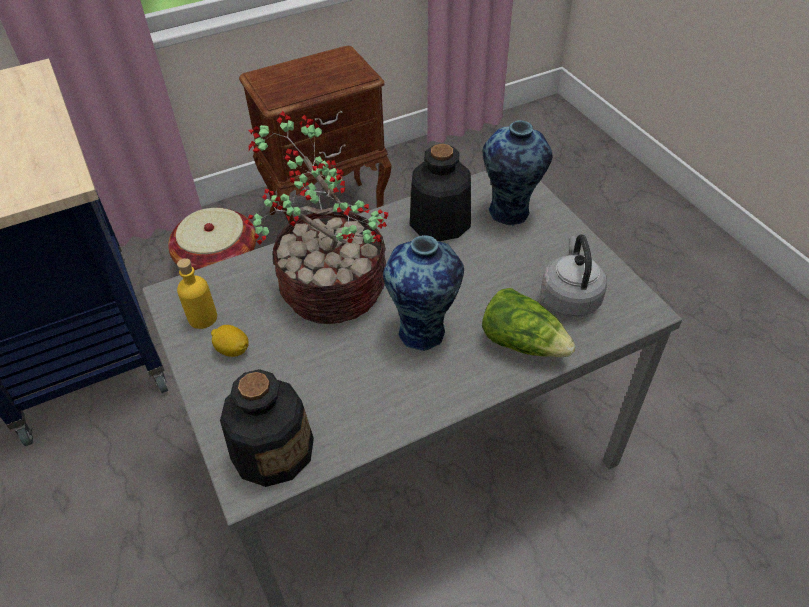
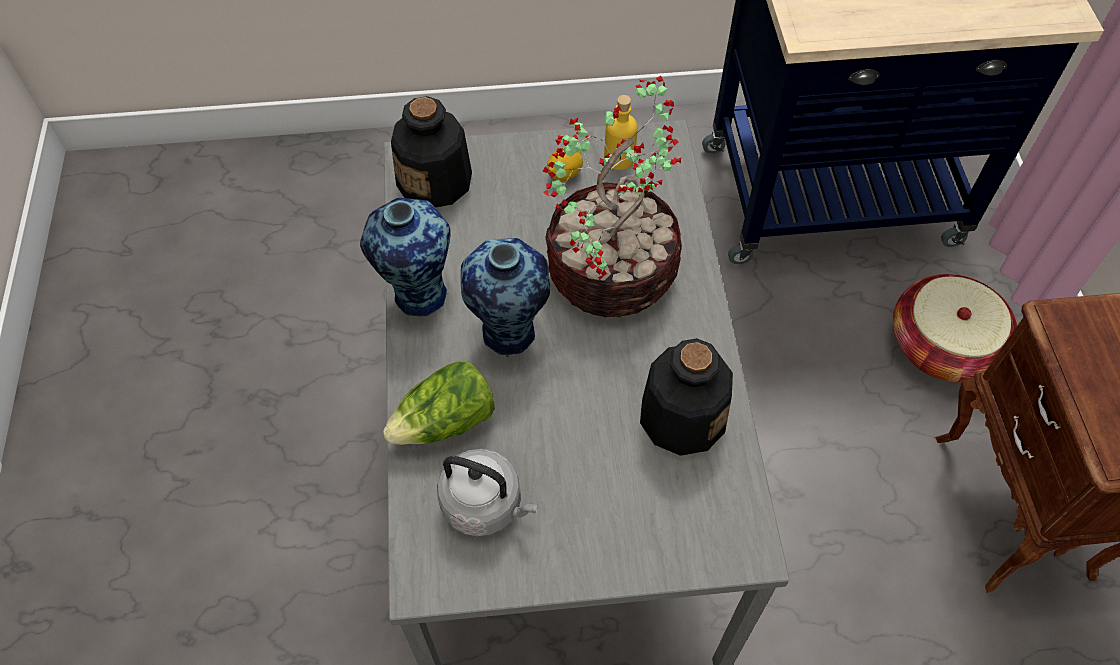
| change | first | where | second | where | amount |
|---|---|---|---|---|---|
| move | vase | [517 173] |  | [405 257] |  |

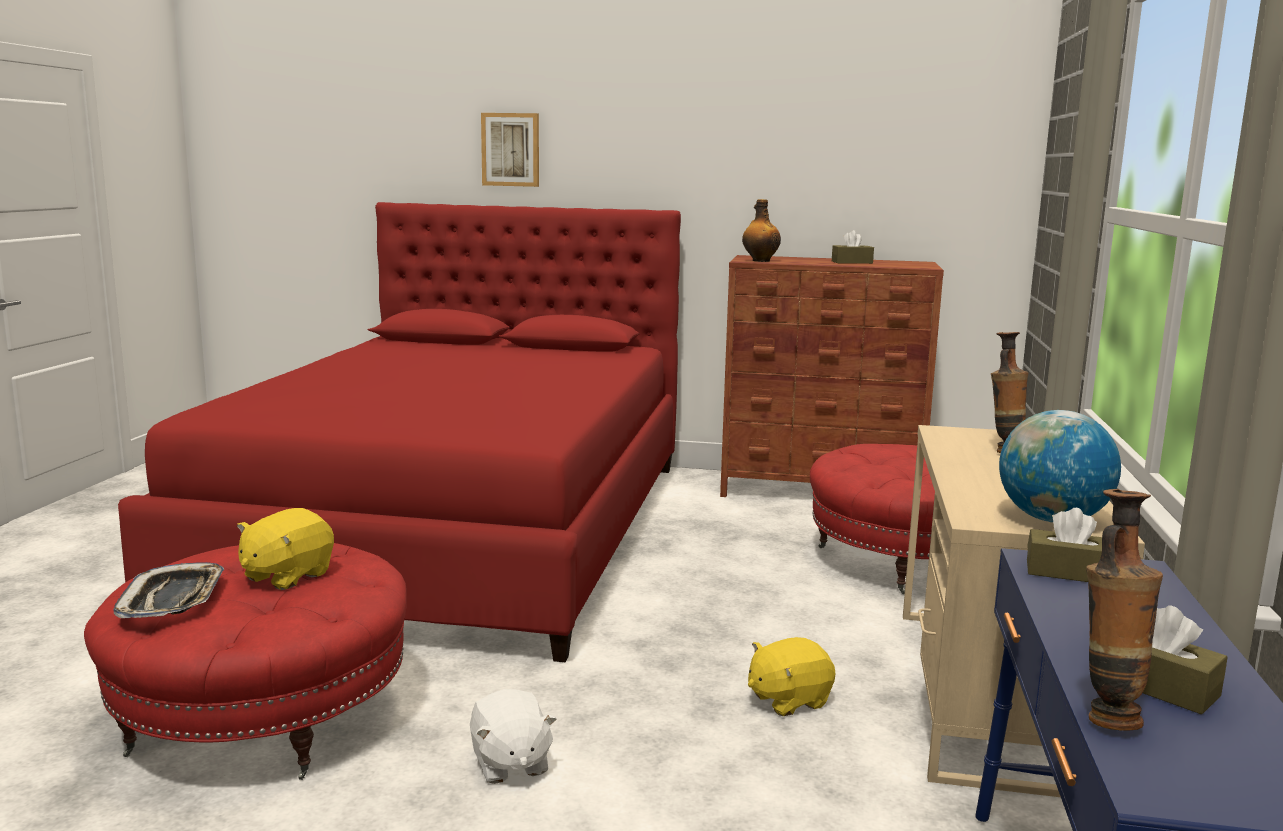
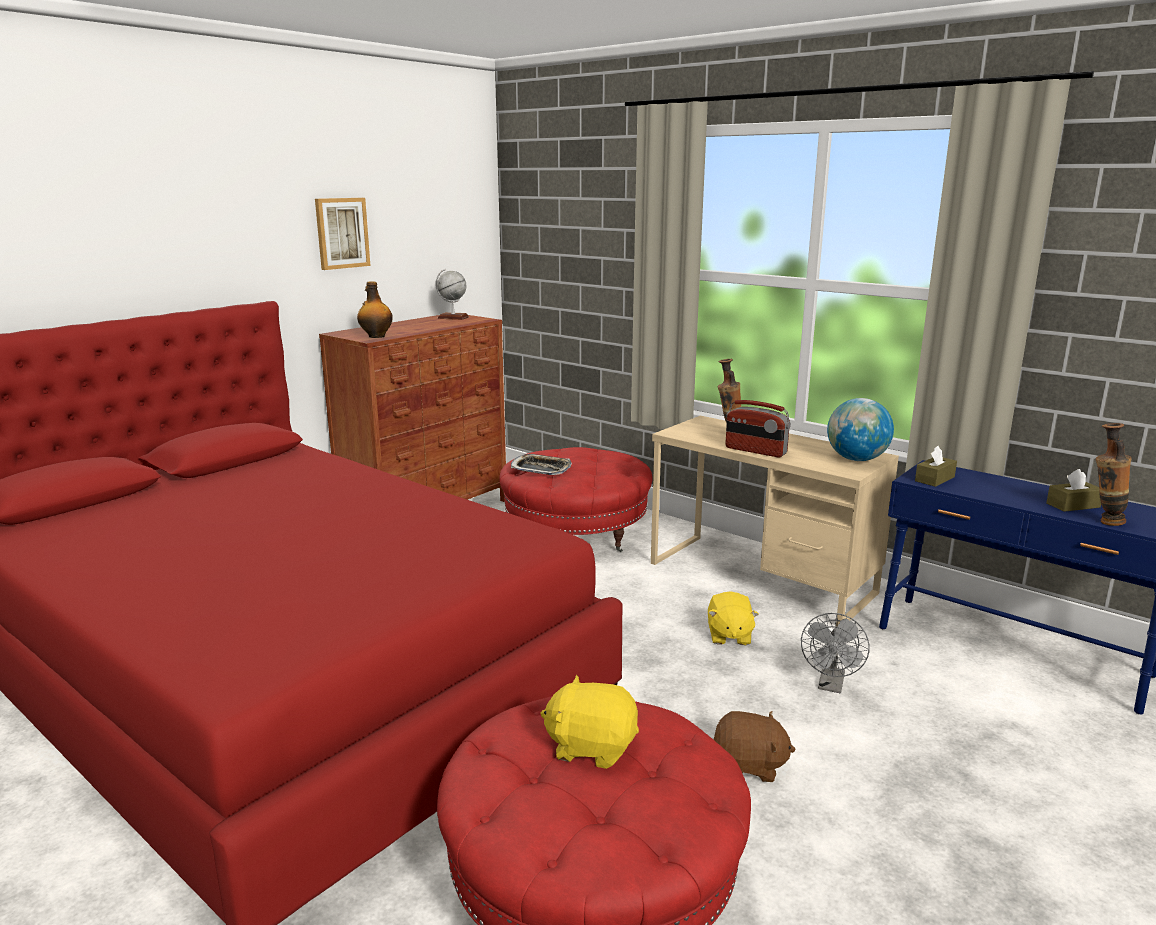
| change | first | where | second | where | amount |
|---|---|---|---|---|---|
| move | wall art | [510 150] |  | [343 234] |  |
| insert |  |  | world globe | [452 294] |  |
| move | tray | [169 590] |  | [541 464] |  |
| rotate | yellowish soft toy | [285 549] |  | [589 722] | 135 degrees clockwise |
| recolor | white soft toy | [513 736] | brown soft toy | [754 746] |  |
| insert |  |  | radio set | [758 428] |  |
| insert |  |  | grey cooling fan | [835 653] |  |
| delete | brown tissue box | [853 247] |  |  |  |

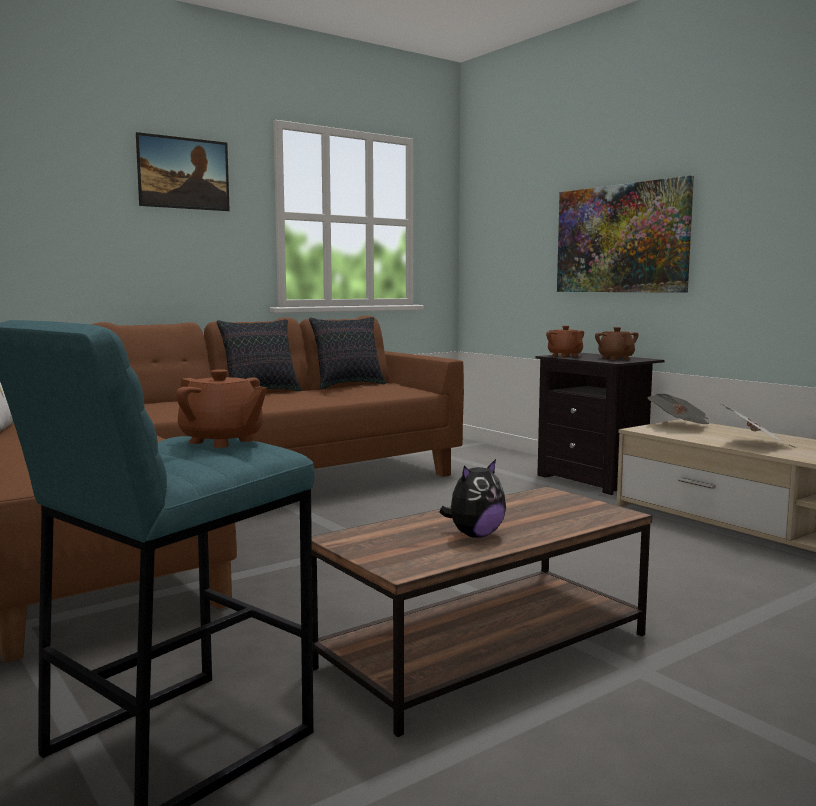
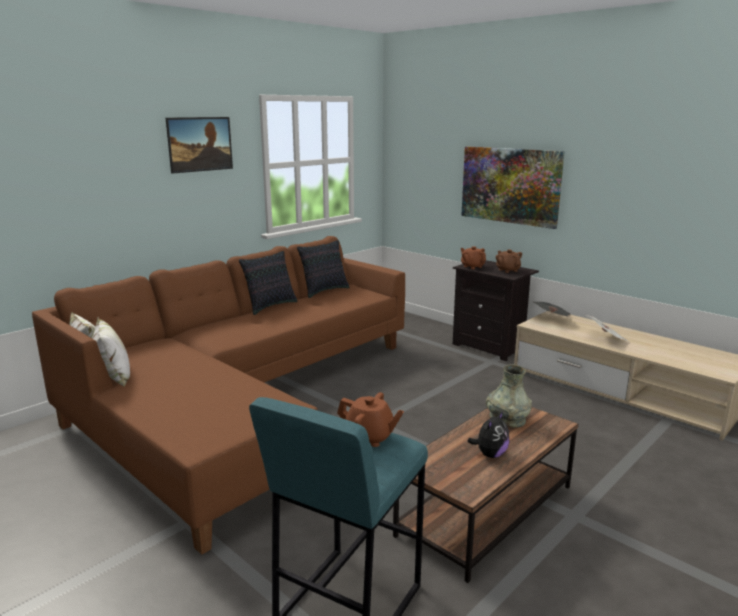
| change | first | where | second | where | amount |
|---|---|---|---|---|---|
| insert |  |  | grey vase | [509 396] |  |

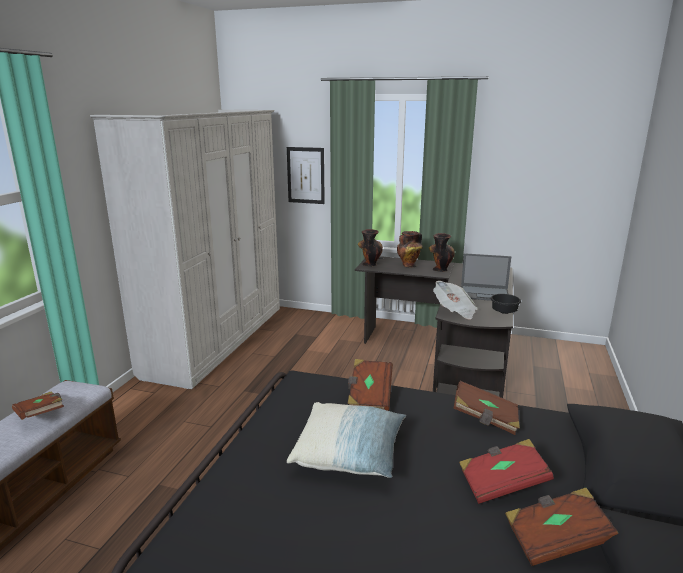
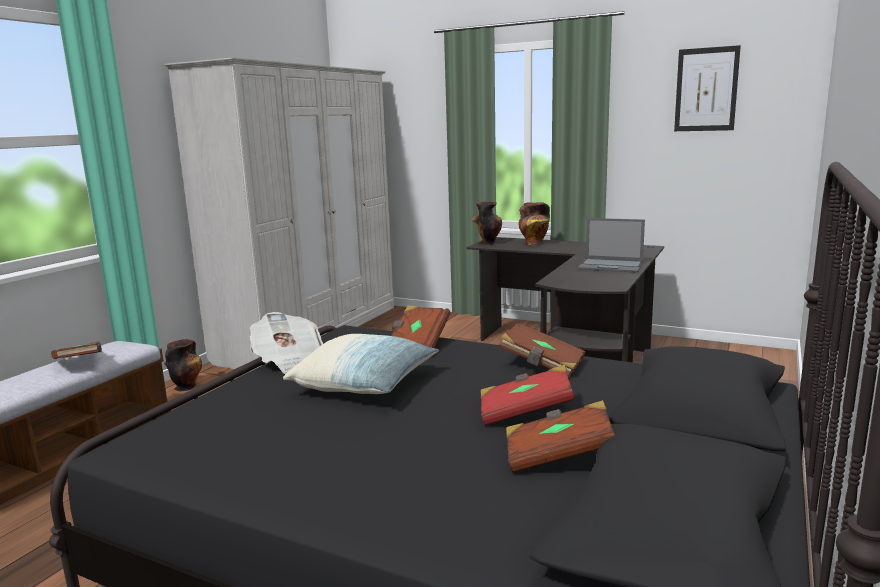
| change | first | where | second | where | amount |
|---|---|---|---|---|---|
| move | vase | [442 252] |  | [183 365] |  |
| move | daily paper | [455 300] |  | [286 343] |  |
| move | wall art | [306 175] |  | [707 88] |  |
| delete | black-coloured deep dish | [505 304] |  |  |  |

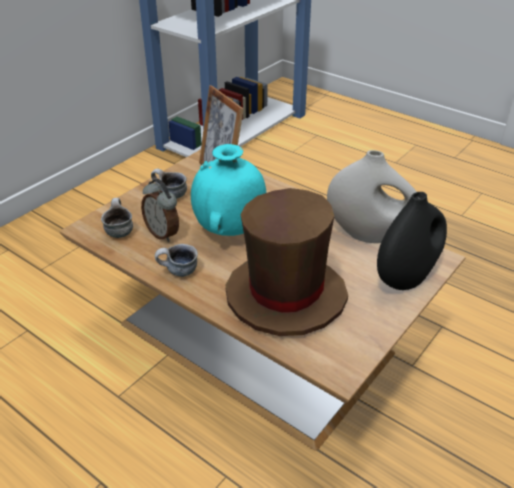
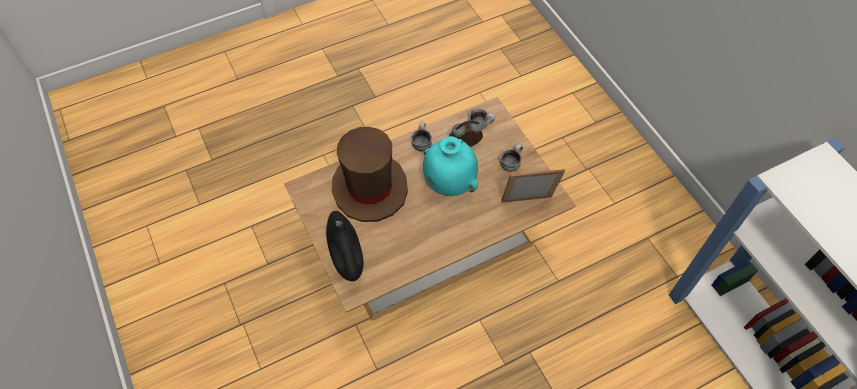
| change | first | where | second | where | amount |
|---|---|---|---|---|---|
| delete | white vase | [372 196] |  |  |  |

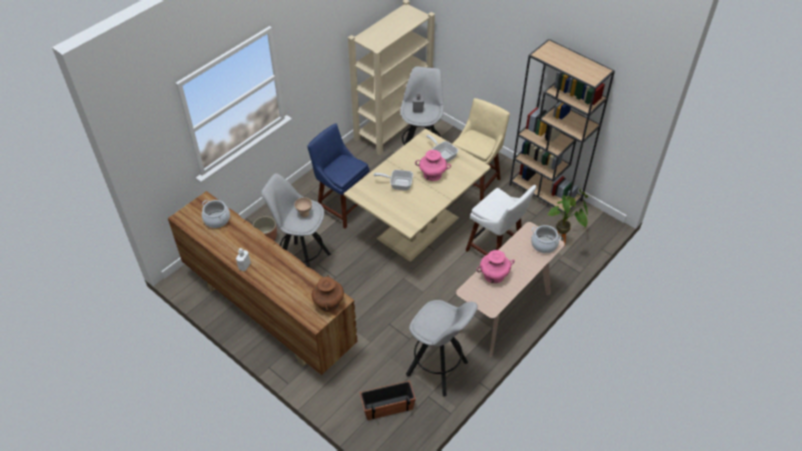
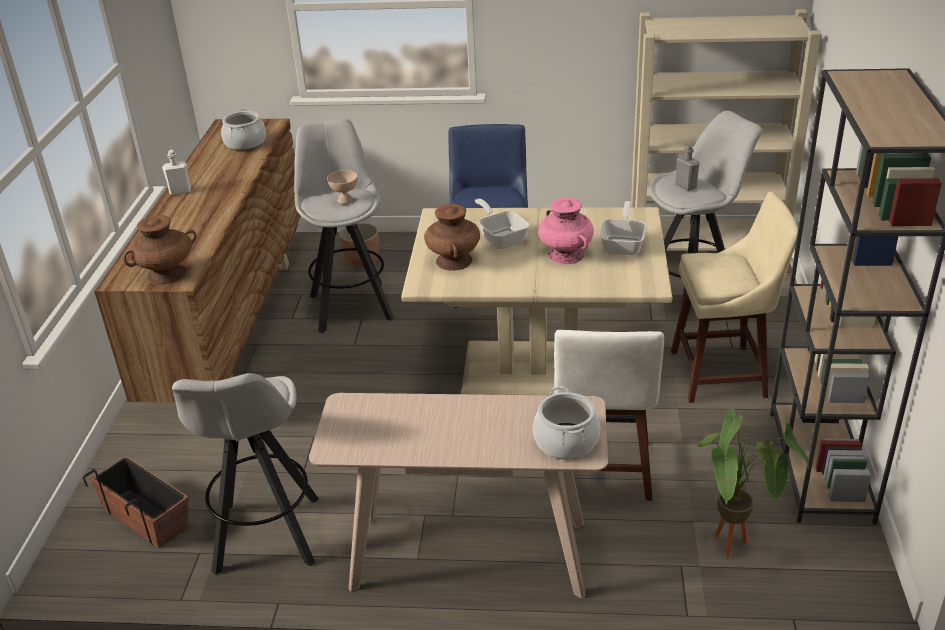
| change | first | where | second | where | amount |
|---|---|---|---|---|---|
| insert |  |  | brown vase | [452 237] |  |
| delete | pink-coloured vase | [496 266] |  |  |  |

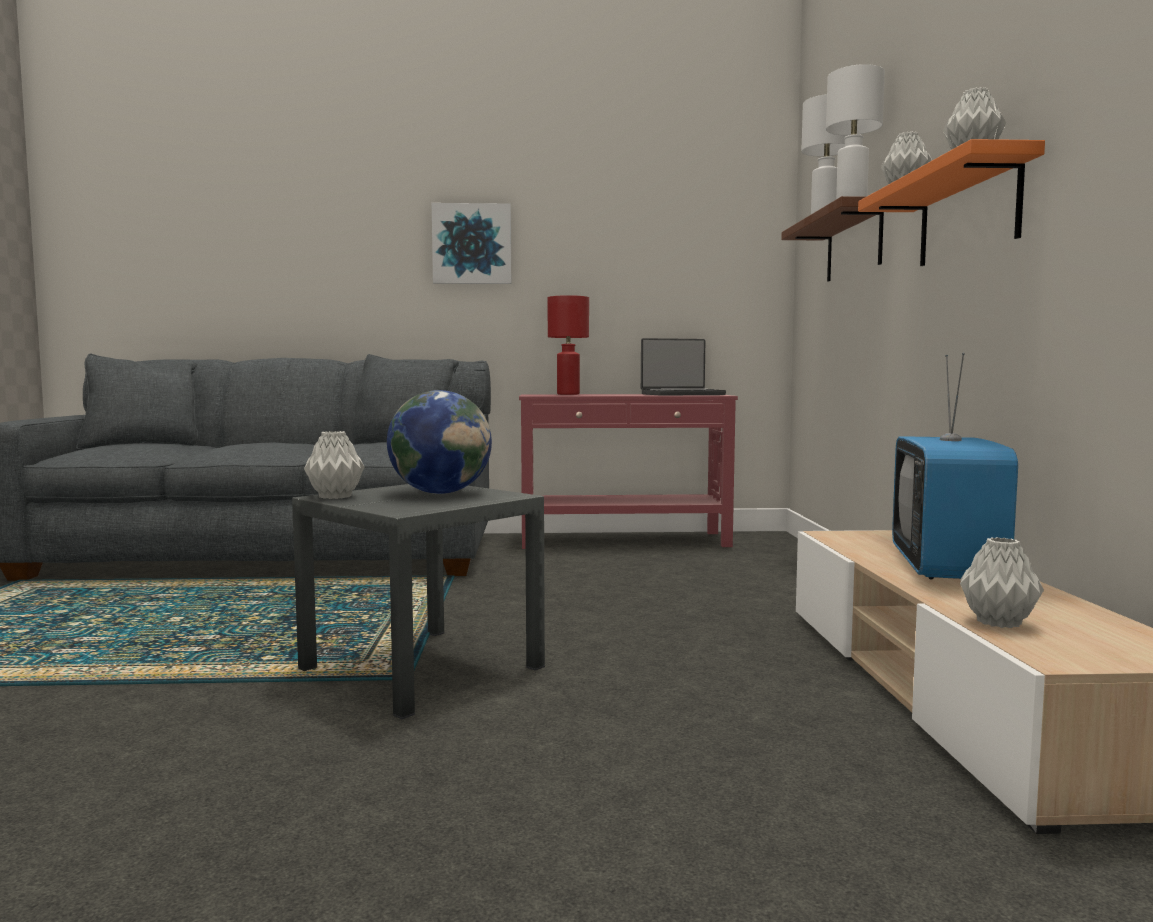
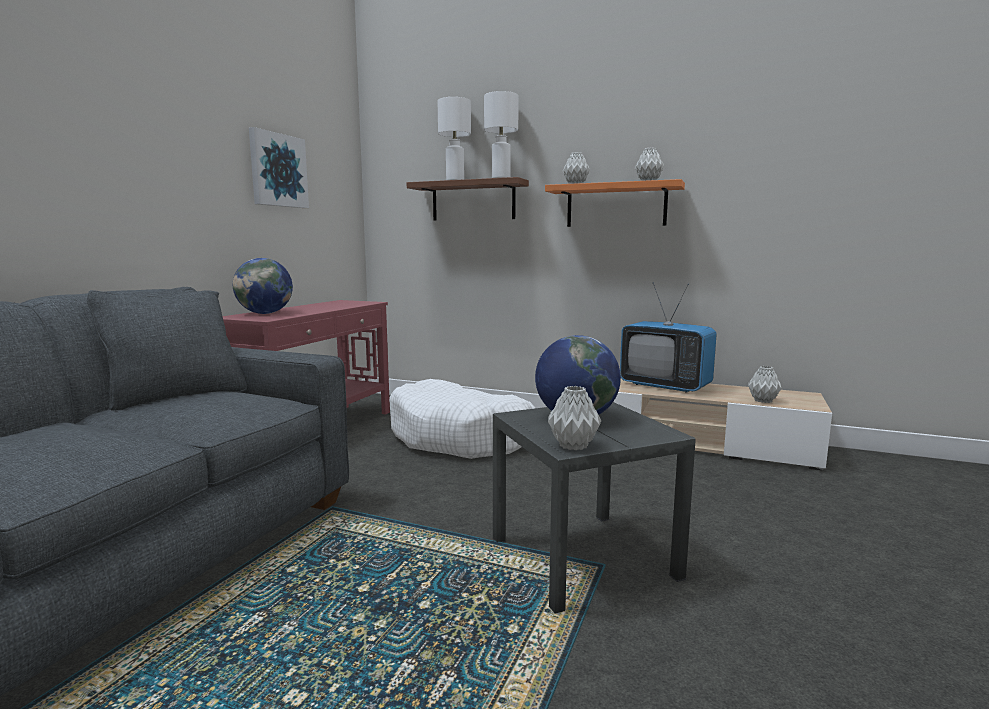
| change | first | where | second | where | amount |
|---|---|---|---|---|---|
| replace | red tabletop lamp | [568 345] | world globe | [263 286] |  |
| move | wall art | [471 243] |  | [279 167] |  |
| insert |  |  | white dog bed | [462 419] |  |
| delete | notebook computer | [683 367] |  |  |  |

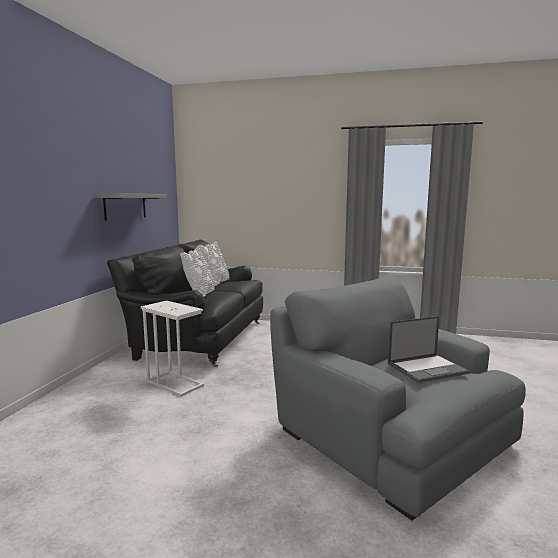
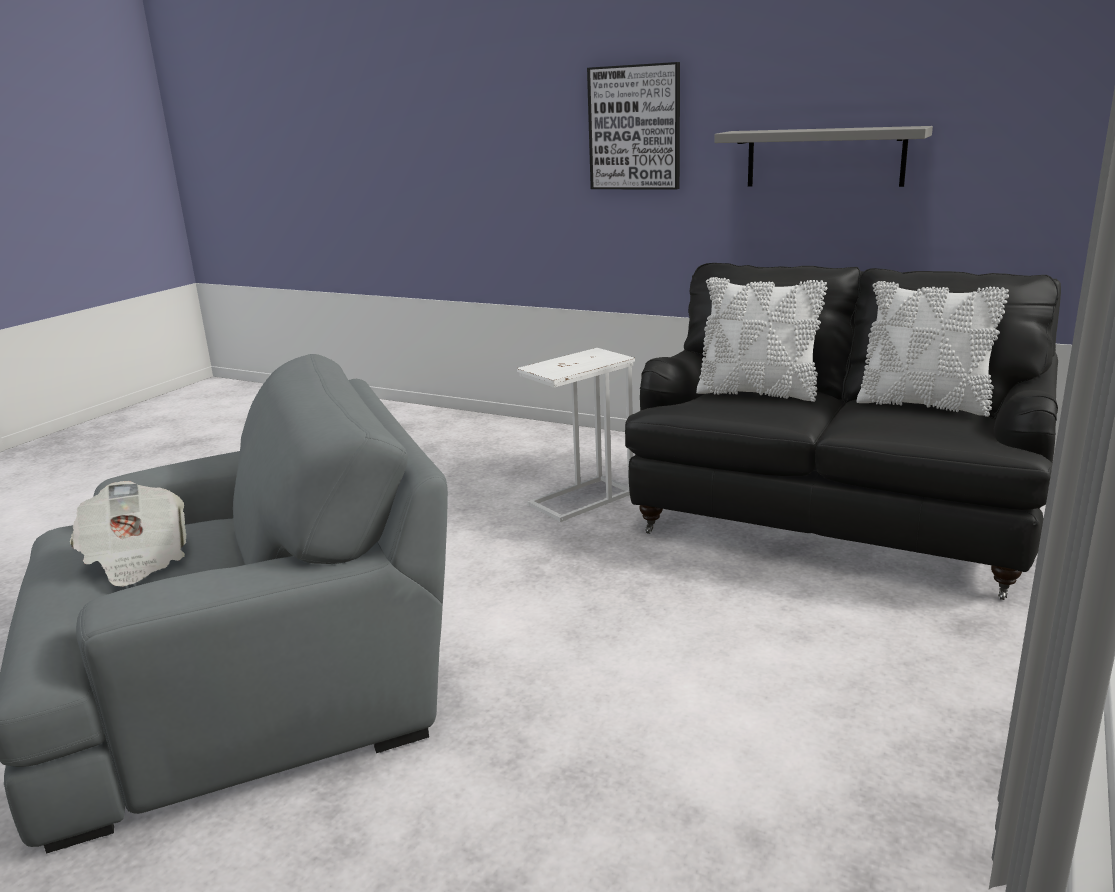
| change | first | where | second | where | amount |
|---|---|---|---|---|---|
| replace | notebook computer | [429 349] | daily paper | [128 534] |  |
| insert |  |  | wall art | [633 126] |  |

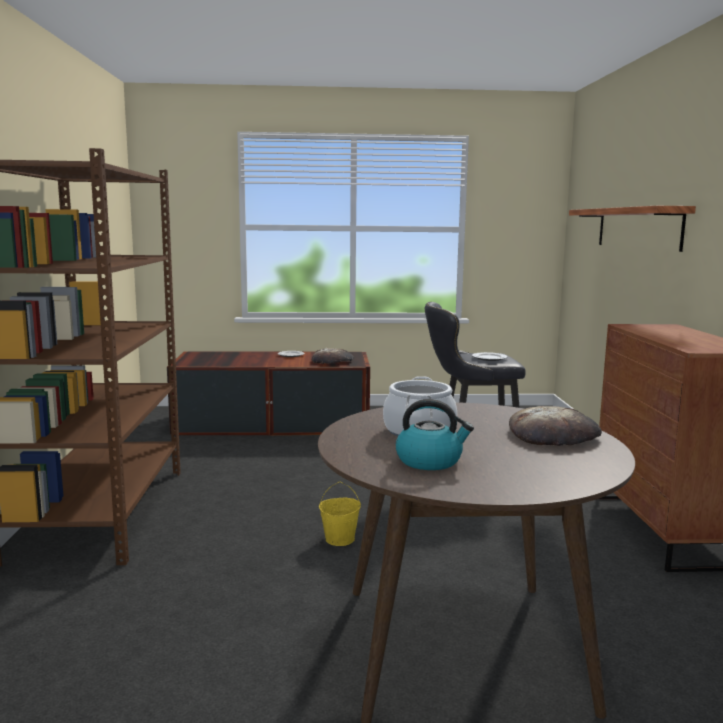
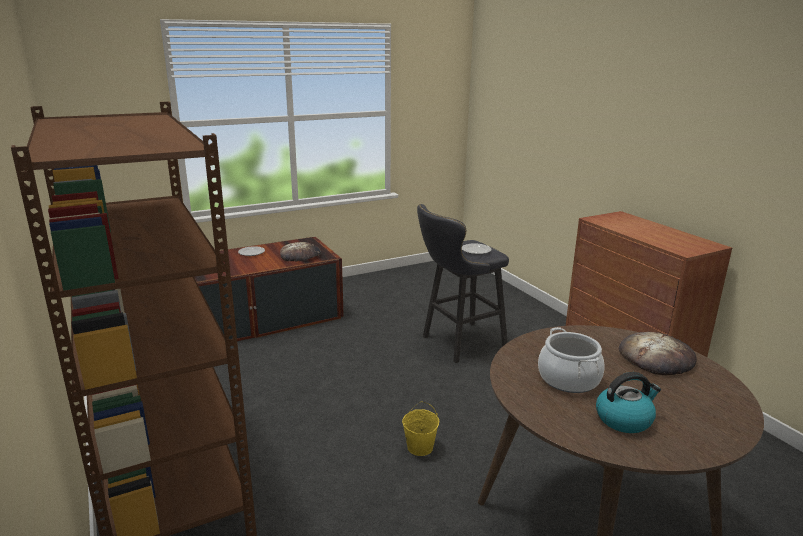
| change | first | where | second | where | amount |
|---|---|---|---|---|---|
| delete | shelf | [632 229] |  |  |  |

